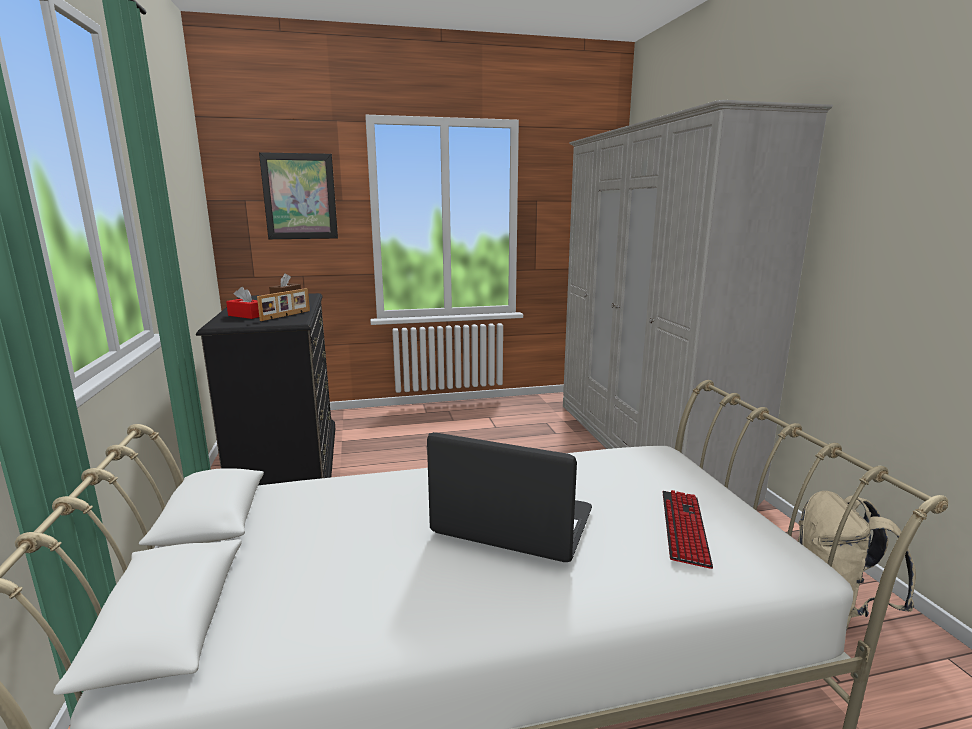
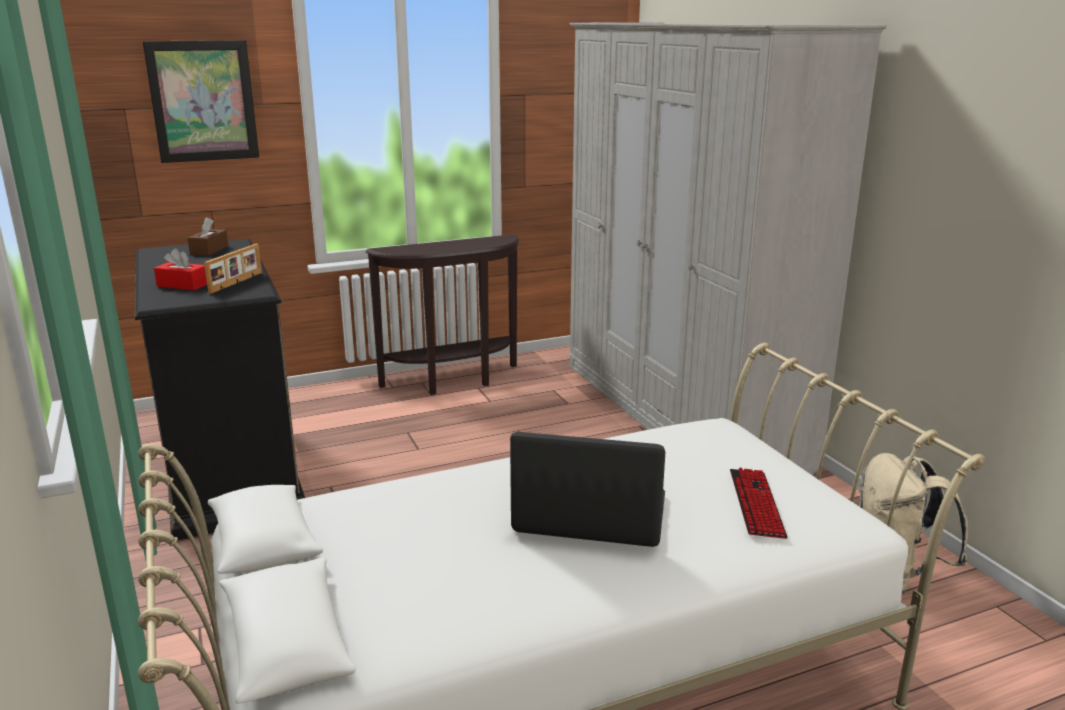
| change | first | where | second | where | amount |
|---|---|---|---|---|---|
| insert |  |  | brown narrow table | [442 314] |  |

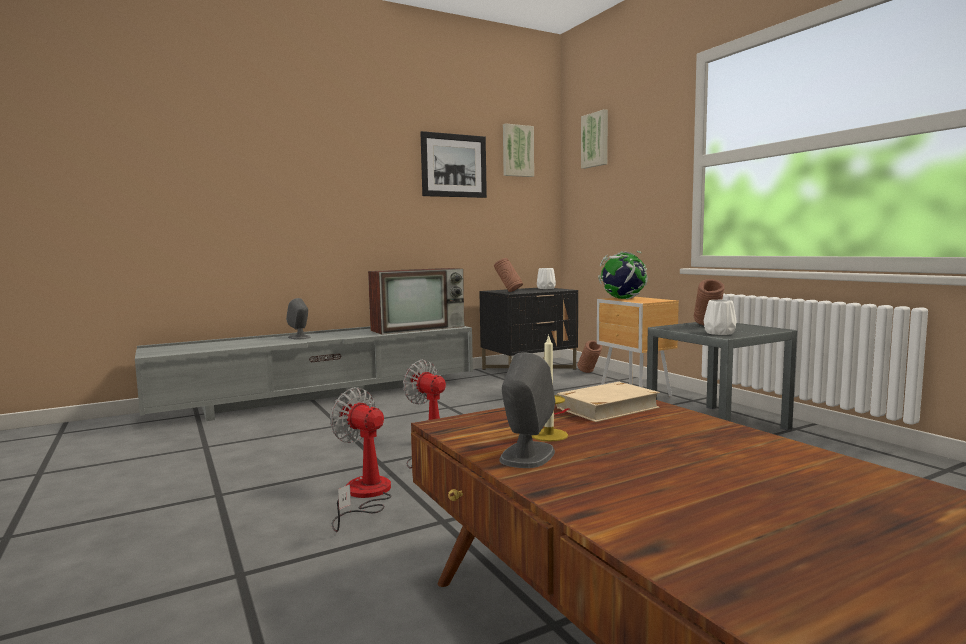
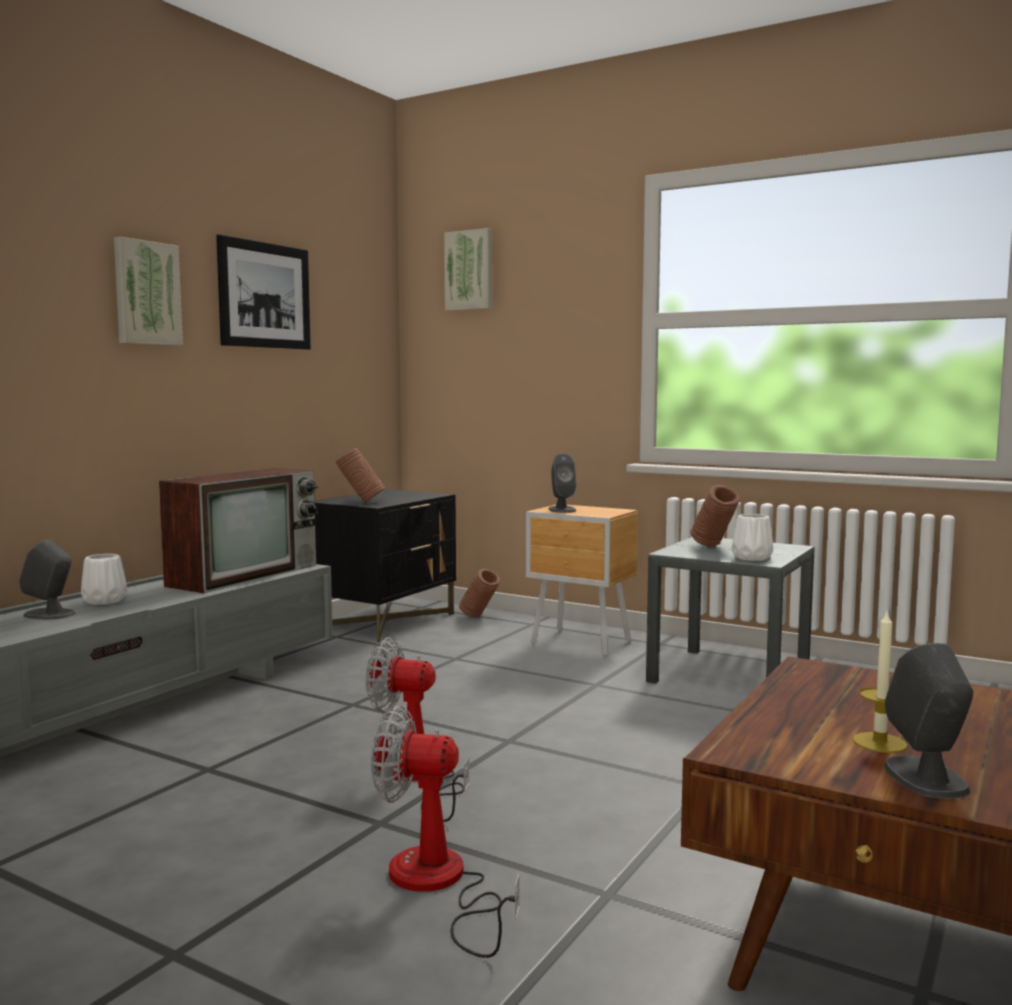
| change | first | where | second | where | amount |
|---|---|---|---|---|---|
| move | white vase | [546 278] |  | [104 579] |  |
| move | wall art | [518 150] |  | [148 291] |  |
| replace | world globe | [623 275] | grey speaker | [562 483] |  |
| delete | beige-coloured bound book | [607 402] |  |  |  |

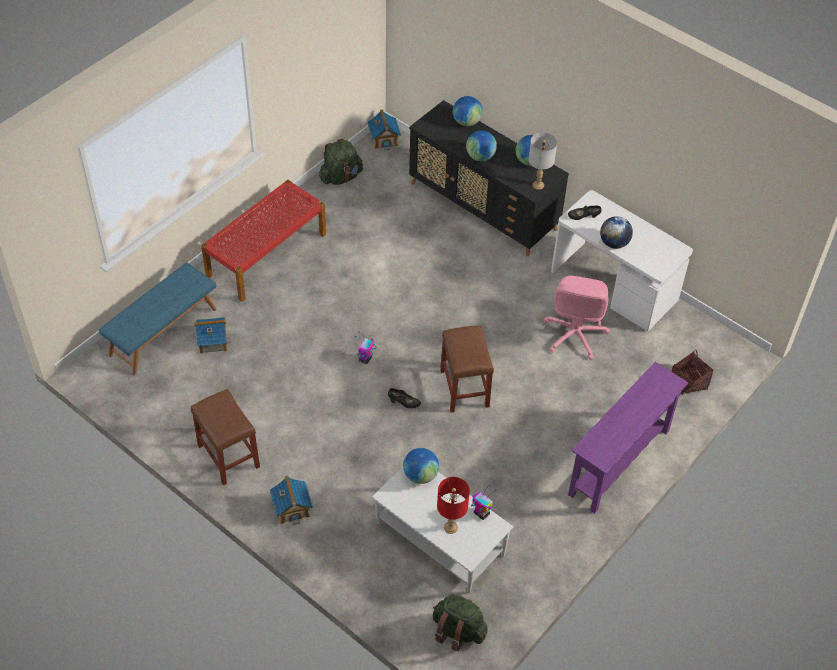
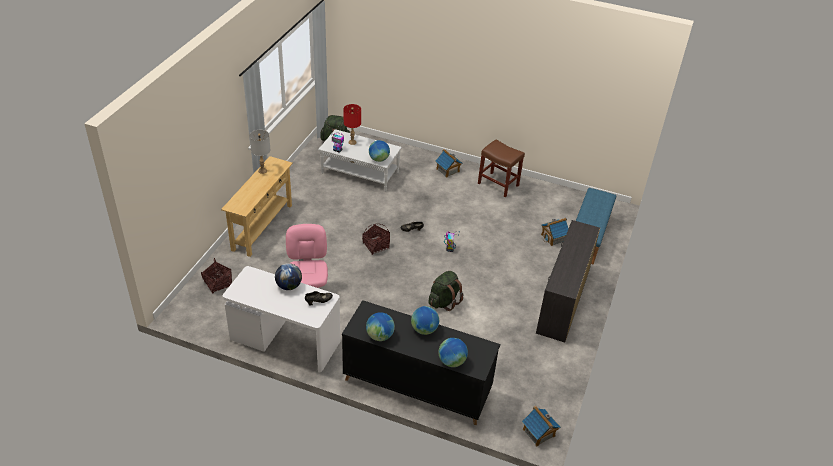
| change | first | where | second | where | amount |
|---|---|---|---|---|---|
| recolor | purple-coloured narrow table | [628 437] | beige-coloured narrow table | [257 206] |  |
| move | grey tabletop lamp | [542 161] |  | [260 152] |  |
| replace | brown stool seat | [467 368] | household basket | [376 239] |  |
| move | green backpack | [341 162] |  | [446 291] |  |
| replace | red long seat | [263 240] | black-coloured dresser | [568 281] |  |

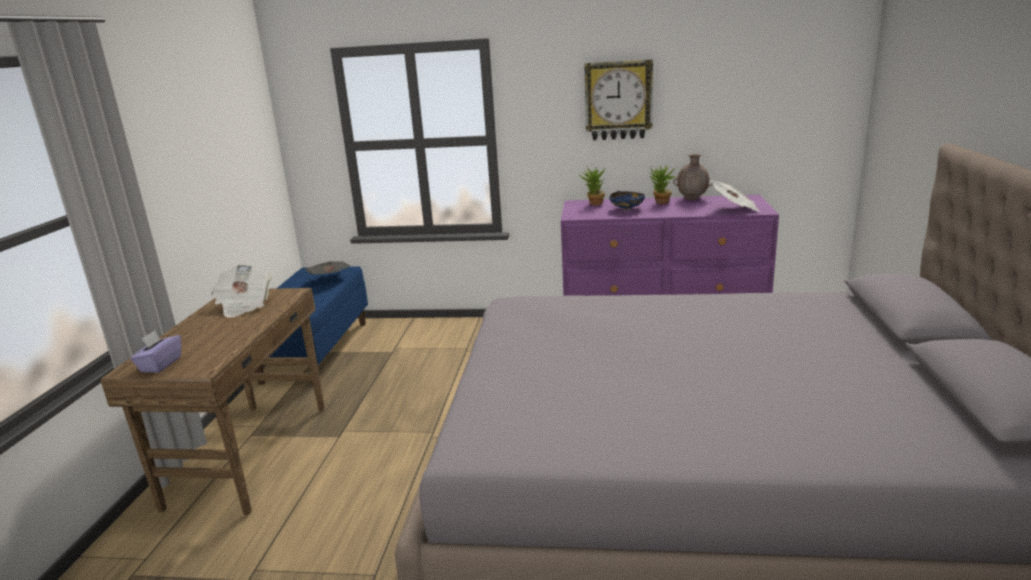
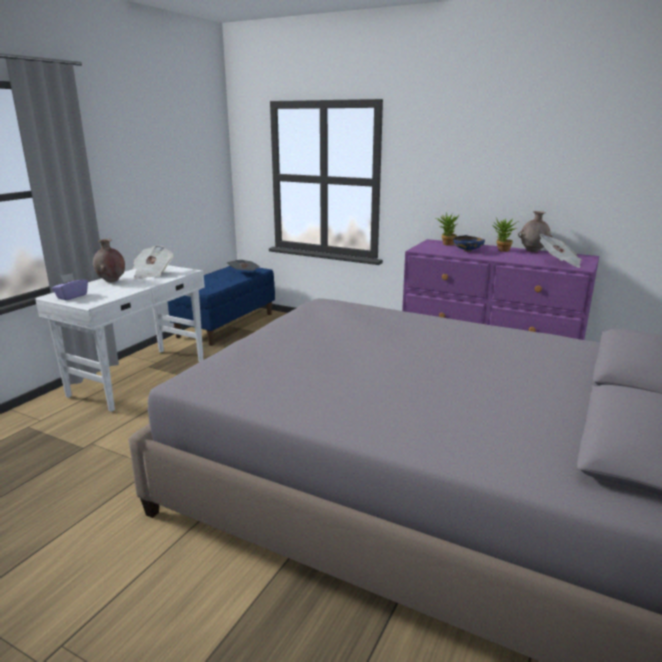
| change | first | where | second | where | amount |
|---|---|---|---|---|---|
| recolor | brown narrow table | [213 401] | white narrow table | [120 338] |  |
| insert |  |  | brown vase | [109 260] |  |
| delete | hanging clock | [618 99] |  |  |  |

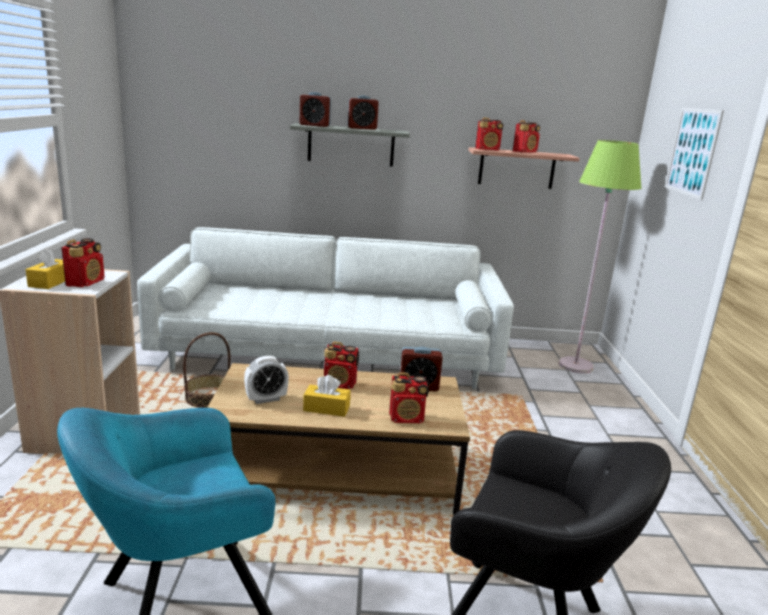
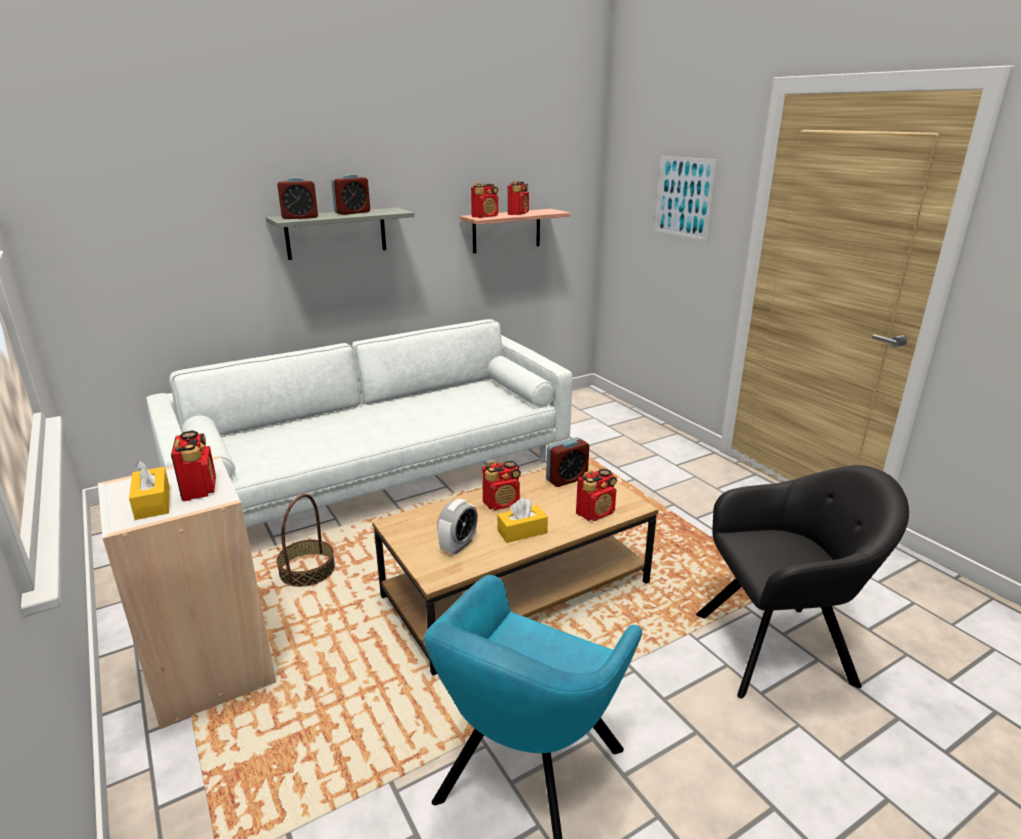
| change | first | where | second | where | amount |
|---|---|---|---|---|---|
| delete | green floor lamp | [600 256] |  |  |  |

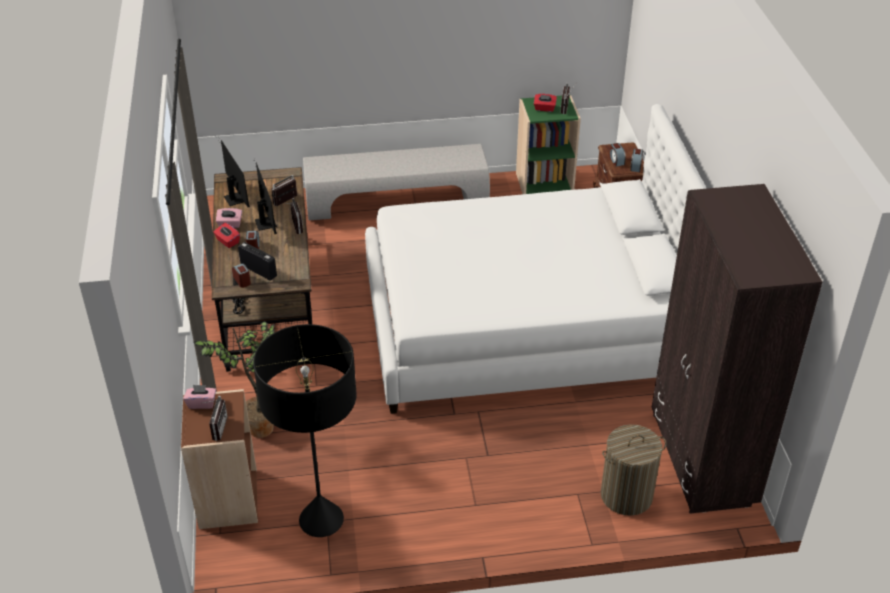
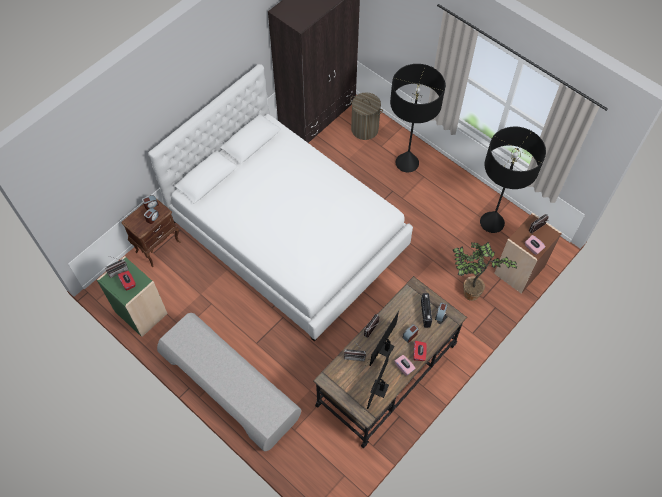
| change | first | where | second | where | amount |
|---|---|---|---|---|---|
| insert |  |  | black-coloured floor lamp | [417 118] |  |

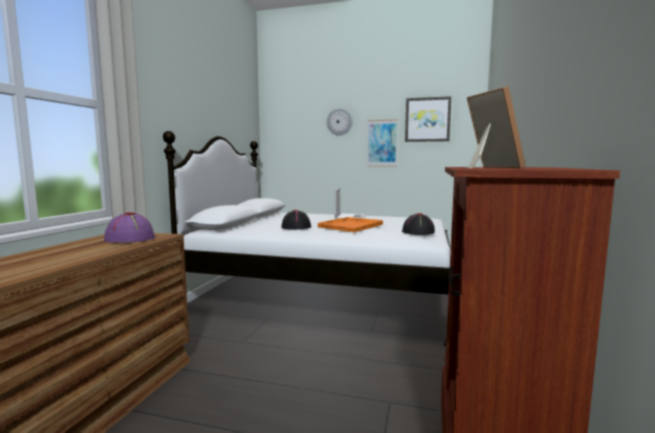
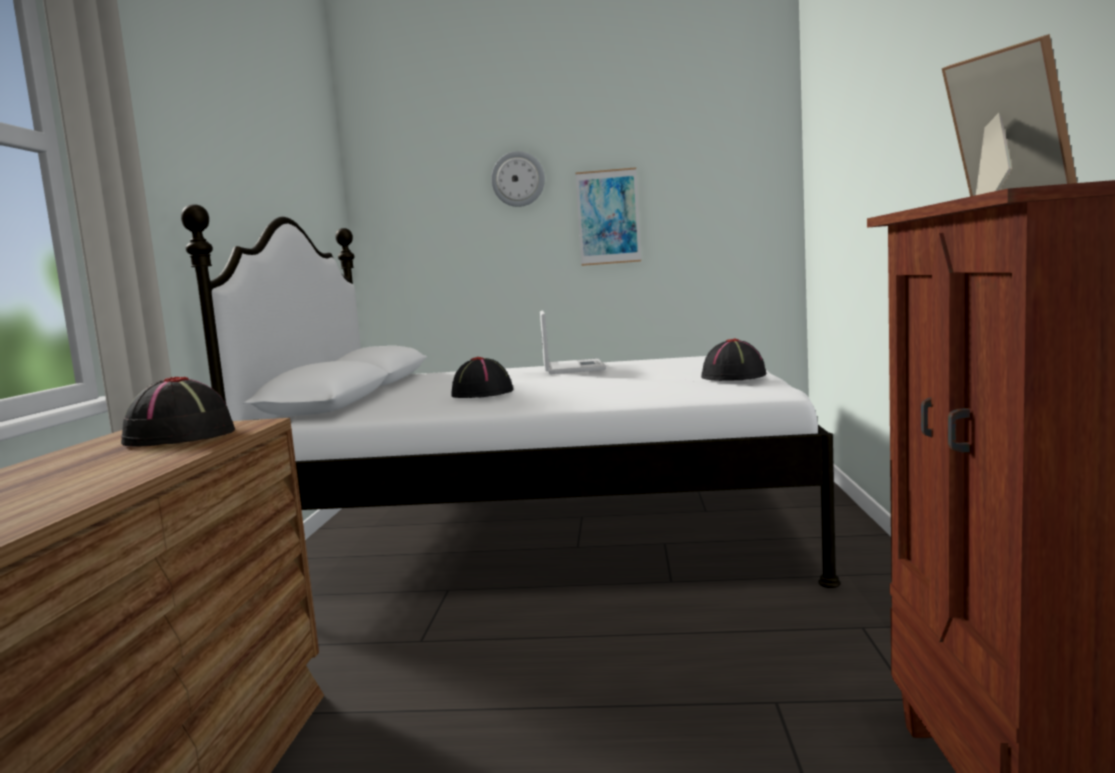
| change | first | where | second | where | amount |
|---|---|---|---|---|---|
| recolor | purple-coloured wearable hat | [129 227] | black-coloured wearable hat | [178 411] |  |
| delete | orange-coloured tray | [350 224] |  |  |  |
| delete | wall art | [428 119] |  |  |  |

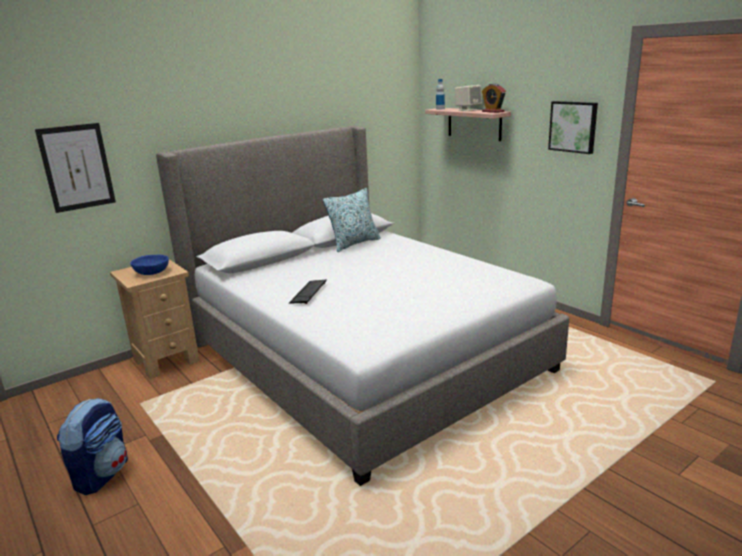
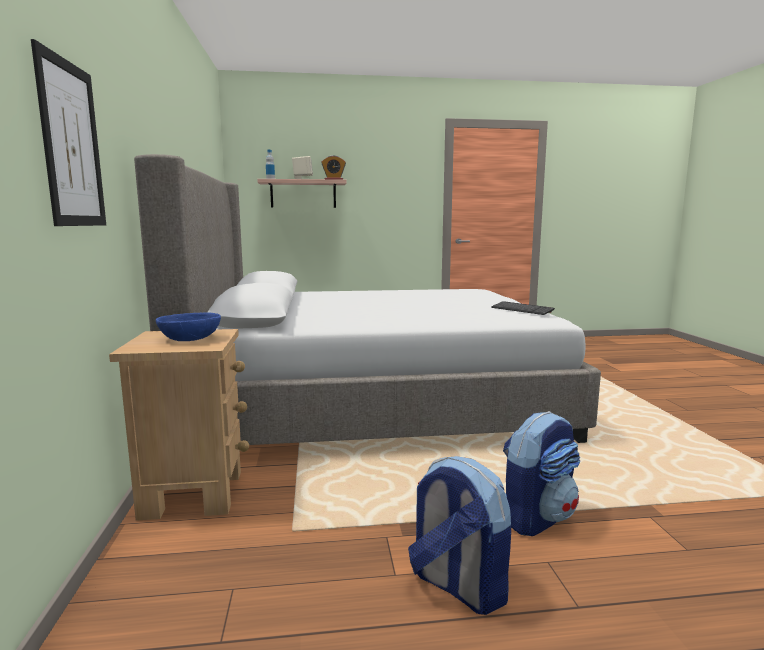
| change | first | where | second | where | amount |
|---|---|---|---|---|---|
| move | computer keyboard | [308 292] |  | [523 308] |  |
| insert |  |  | backpack | [541 473] |  |
| delete | throw pillow | [352 220] |  |  |  |
| delete | wall art | [573 127] |  |  |  |

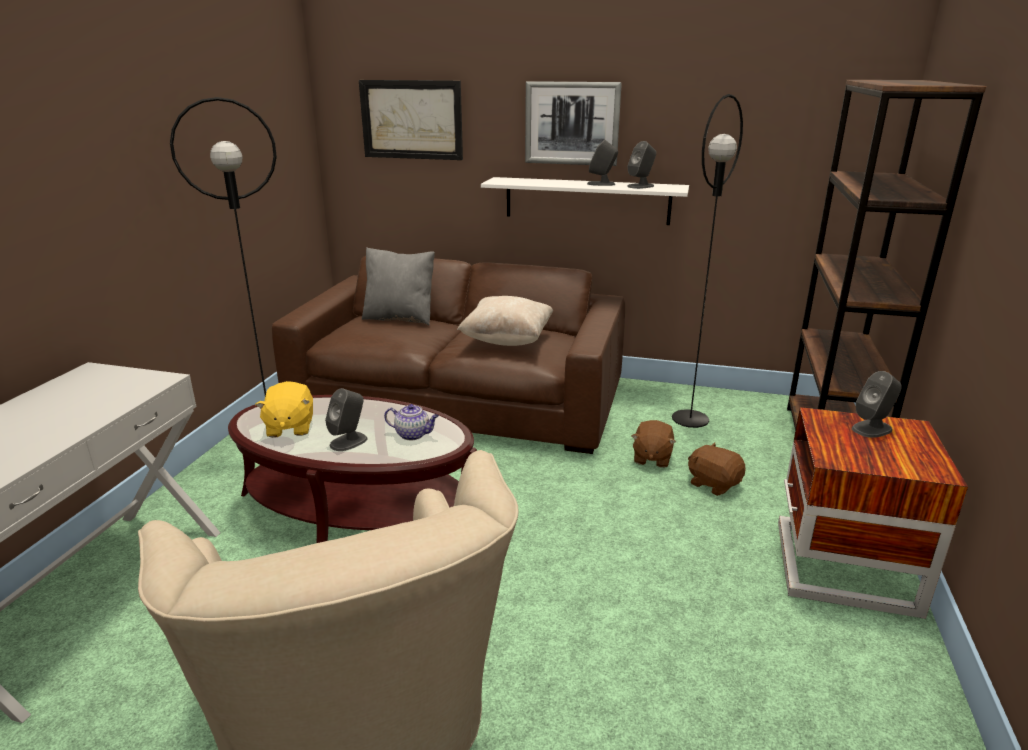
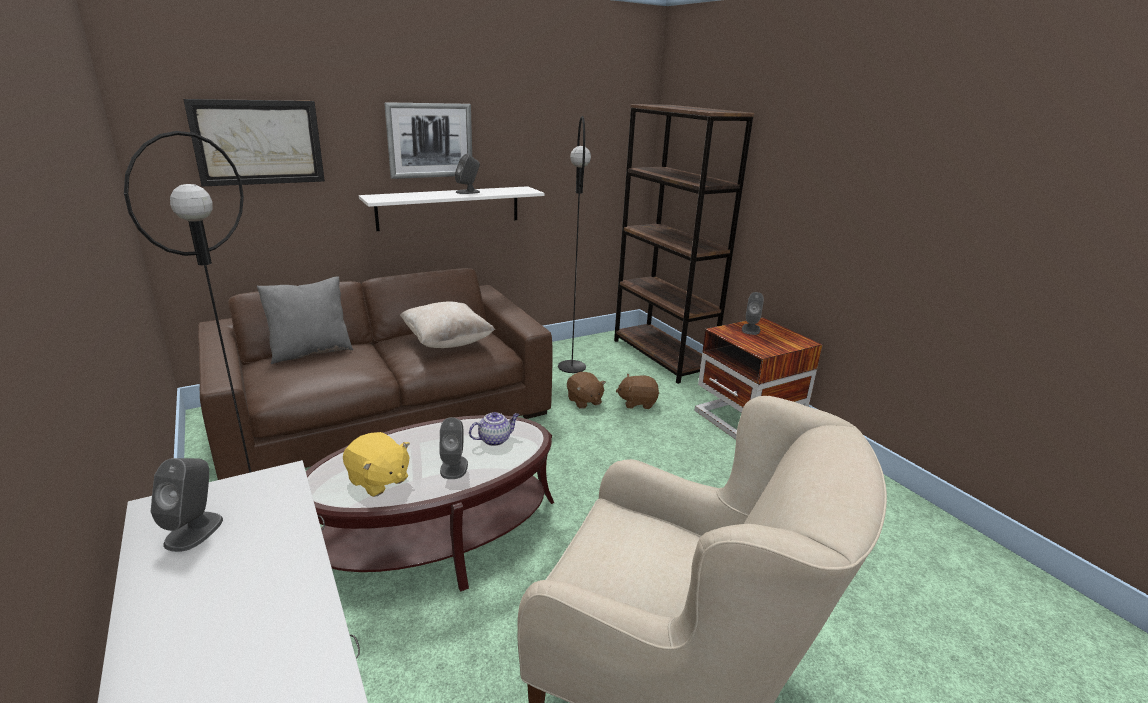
| change | first | where | second | where | amount |
|---|---|---|---|---|---|
| move | grey speaker | [641 165] |  | [186 505] |  |

